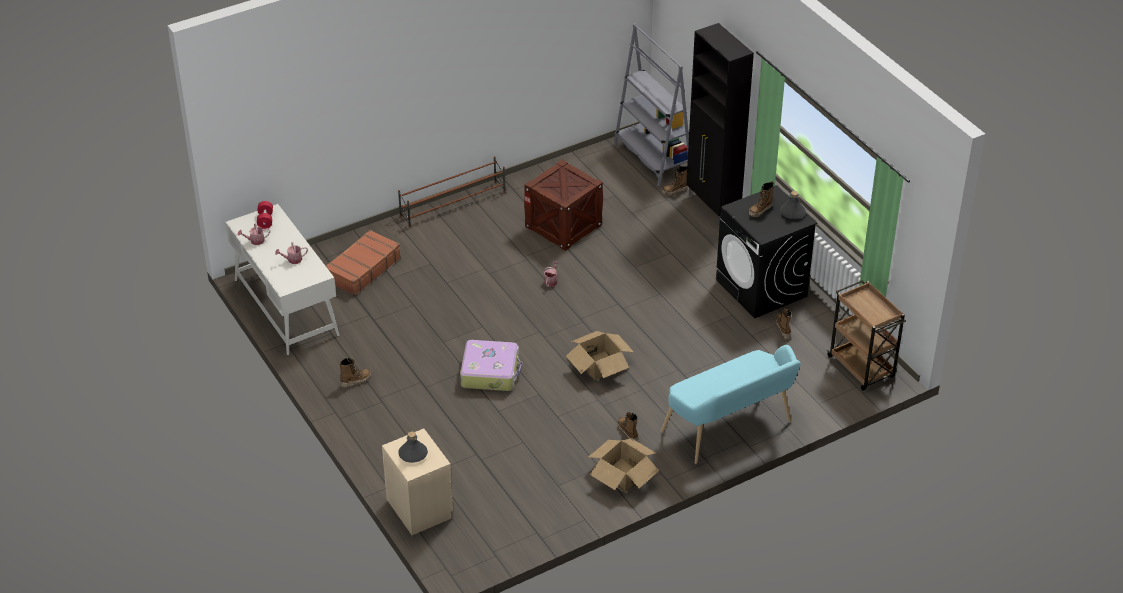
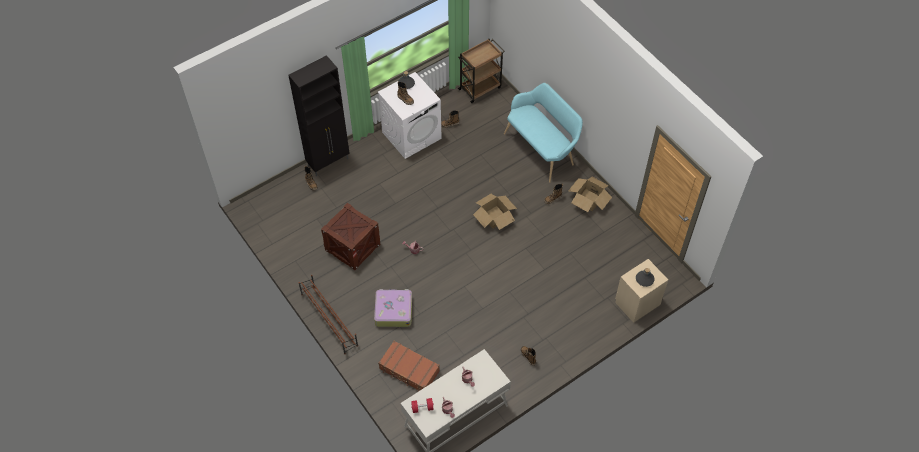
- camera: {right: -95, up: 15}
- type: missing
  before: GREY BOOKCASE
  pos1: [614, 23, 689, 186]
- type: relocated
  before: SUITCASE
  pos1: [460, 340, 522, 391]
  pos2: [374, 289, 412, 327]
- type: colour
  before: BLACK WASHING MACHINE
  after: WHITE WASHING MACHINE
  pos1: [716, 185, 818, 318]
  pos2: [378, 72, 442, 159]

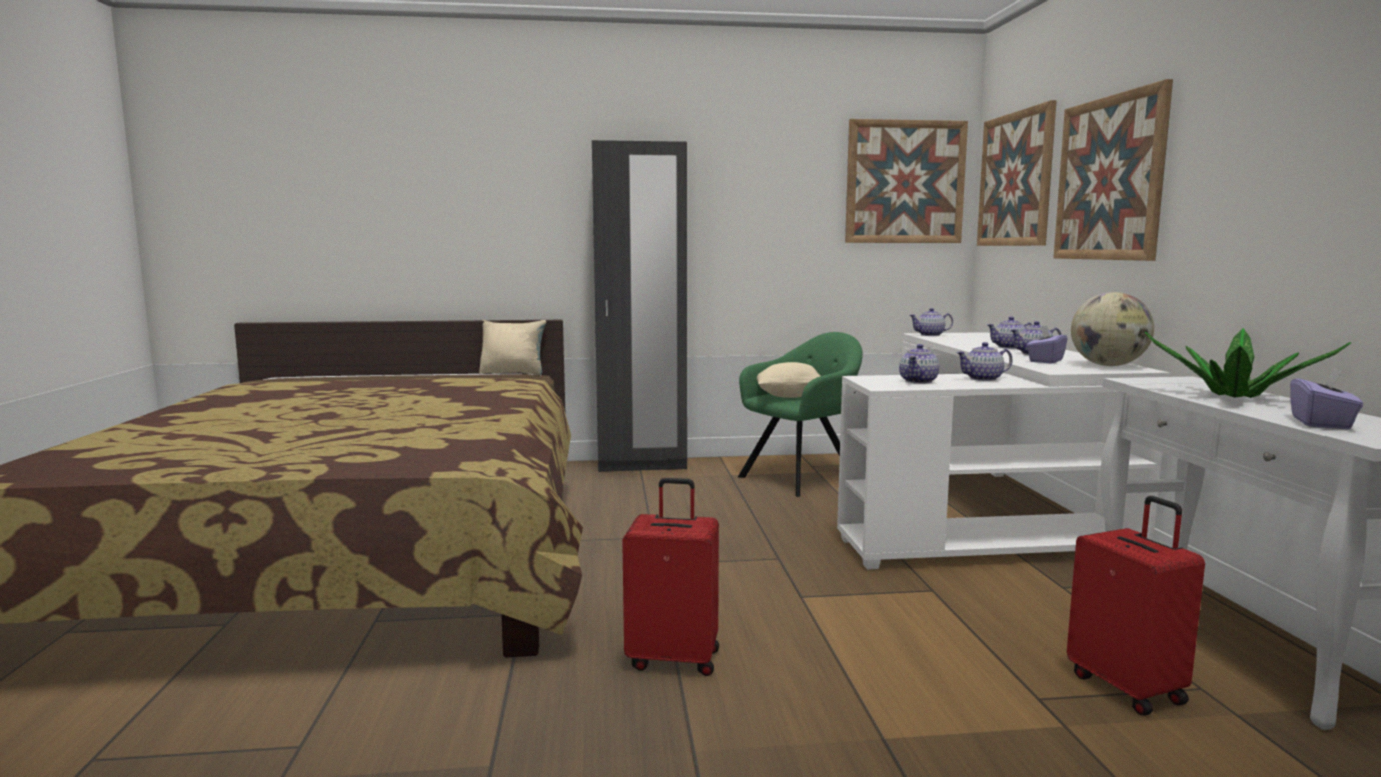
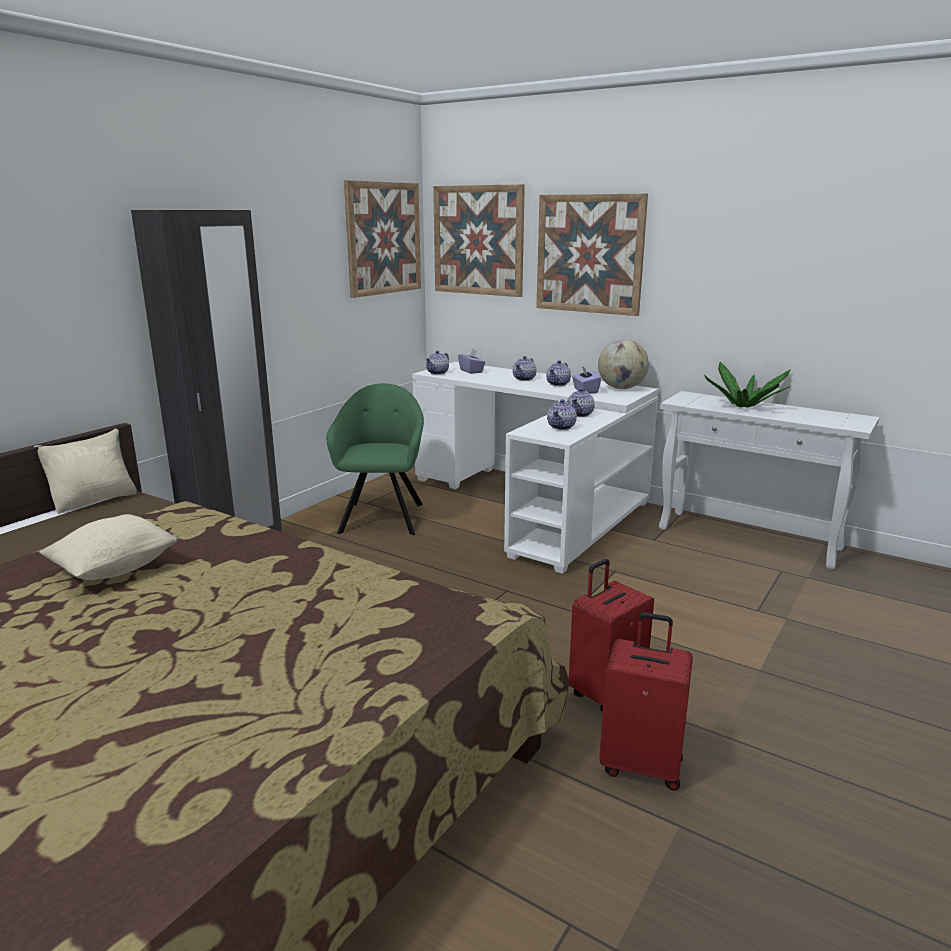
- camera: {right: -50, up: 10}
- type: relocated
  before: BEIGE PILLOW
  pos1: [757, 362, 821, 398]
  pos2: [39, 514, 179, 580]
- type: relocated
  before: RED SUITCASE
  pos1: [1067, 496, 1205, 716]
  pos2: [599, 612, 693, 791]
- type: relocated
  before: PURPLE TISSUE BOX
  pos1: [1290, 368, 1363, 429]
  pos2: [458, 348, 486, 374]
- type: spun
  before: TEAPOT
  pos1: [899, 344, 939, 384]
  pos2: [547, 399, 577, 430]
  turn: 45

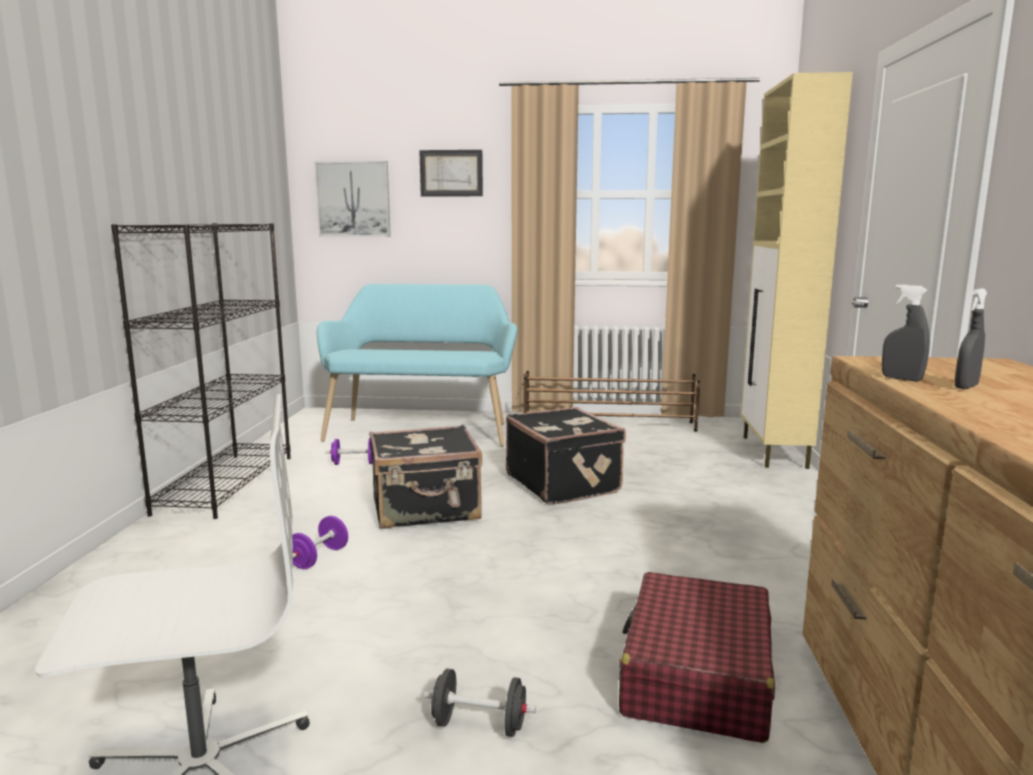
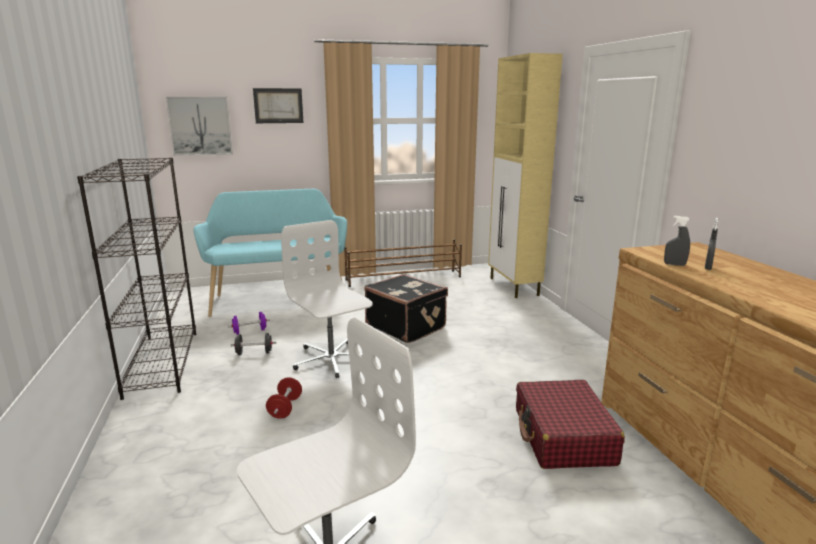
- camera: {right: -20, up: 5}
- type: relocated
  before: BLACK DUMBBELL
  pos1: [424, 669, 536, 737]
  pos2: [231, 333, 276, 355]
- type: exchanged
  before: BLACK SUITCASE
  after: WHITE OFFICE CHAIR
  pos1: [369, 424, 482, 529]
  pos2: [281, 220, 373, 378]
- type: colour
  before: PURPLE DUMBBELL
  after: RED DUMBBELL
  pos1: [293, 516, 348, 569]
  pos2: [266, 377, 302, 419]

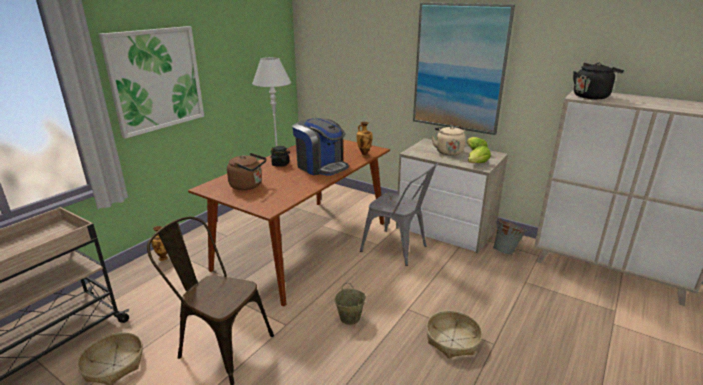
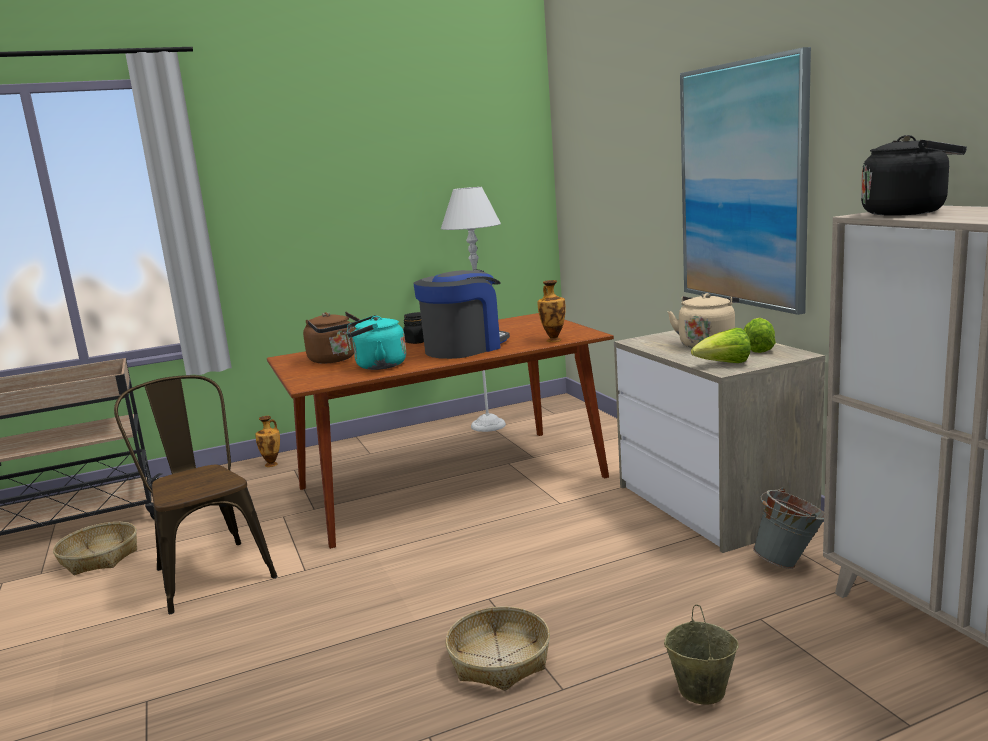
- camera: {right: 35, up: -10}
- type: missing
  before: PICTURE
  pos1: [99, 26, 204, 139]
- type: missing
  before: GREY CHAIR
  pos1: [360, 163, 439, 266]
- type: appeared
  after: TURQUOISE KETTLE
  pos2: [347, 315, 406, 370]
- type: relocated
  before: BEIGE BUCKET
  pos1: [335, 283, 366, 325]
  pos2: [664, 605, 739, 704]
- type: spun
  before: COFFEE MACHINE
  pos1: [292, 118, 349, 176]
  pos2: [413, 270, 510, 359]
  turn: -120

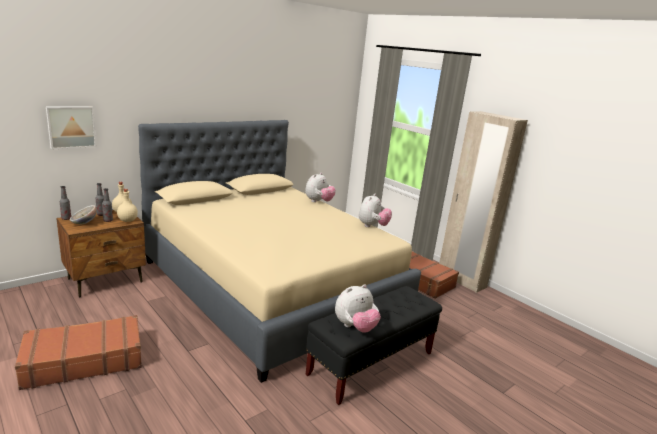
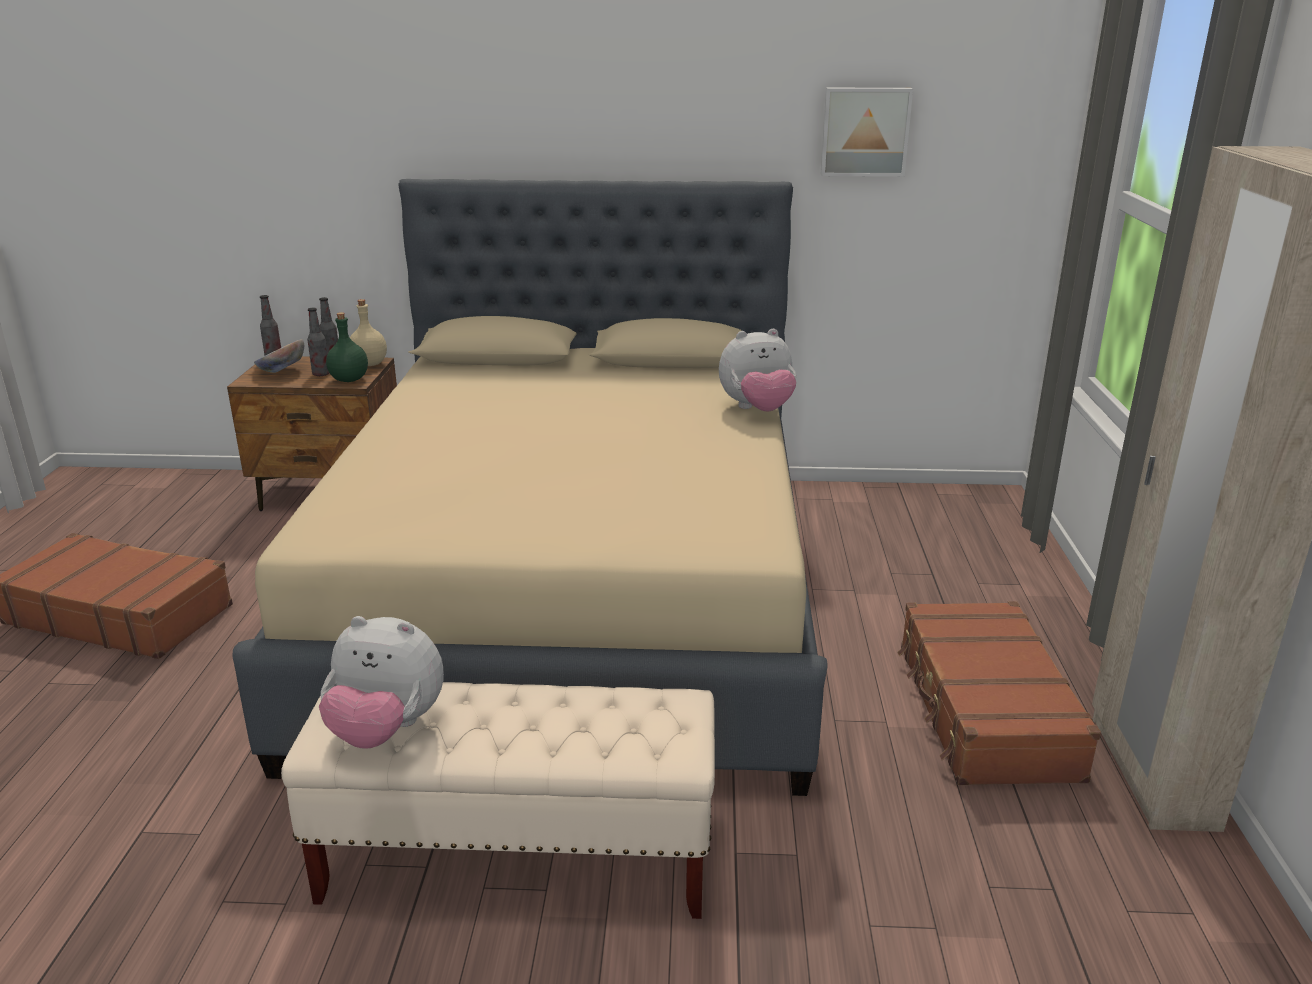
- camera: {right: 45, up: 5}
- type: missing
  before: PLUSH TOY
  pos1: [359, 194, 392, 227]
- type: relocated
  before: PICTURE
  pos1: [46, 106, 97, 149]
  pos2: [820, 88, 913, 177]
- type: colour
  before: BEIGE BOTTLE
  after: GREEN BOTTLE
  pos1: [117, 189, 138, 222]
  pos2: [326, 312, 368, 382]
- type: colour
  before: BLACK BENCH
  after: BEIGE BENCH
  pos1: [305, 286, 442, 405]
  pos2: [281, 682, 715, 919]

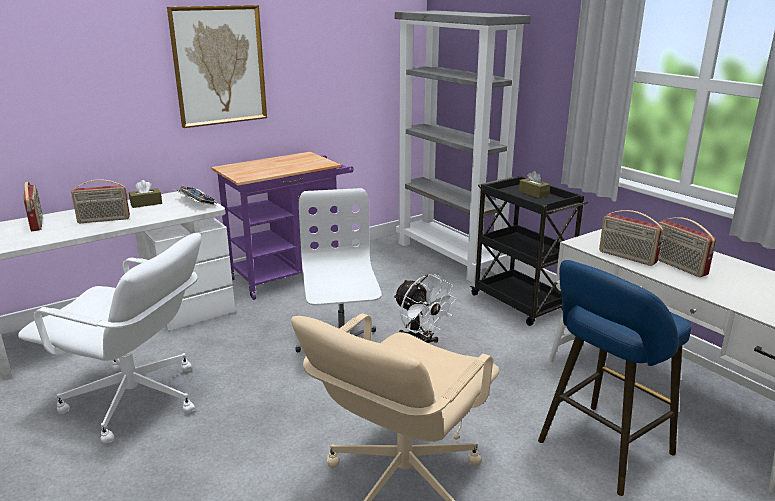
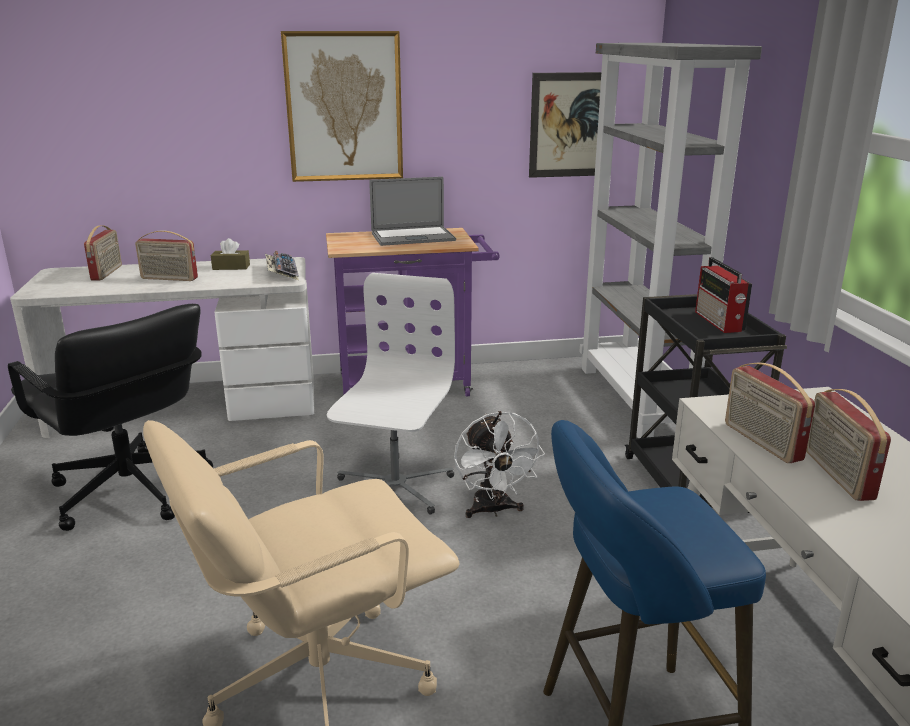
- camera: {right: 25, up: 0}
- type: appeared
  after: LAPTOP
  pos2: [369, 177, 456, 246]
- type: appeared
  after: PICTURE
  pos2: [529, 72, 601, 178]
- type: exchanged
  before: BROWN TISSUE BOX
  after: RADIO
  pos1: [519, 171, 550, 198]
  pos2: [695, 257, 752, 333]
- type: colour
  before: WHITE OFFICE CHAIR
  after: BLACK OFFICE CHAIR
  pos1: [18, 233, 201, 443]
  pos2: [8, 304, 213, 531]

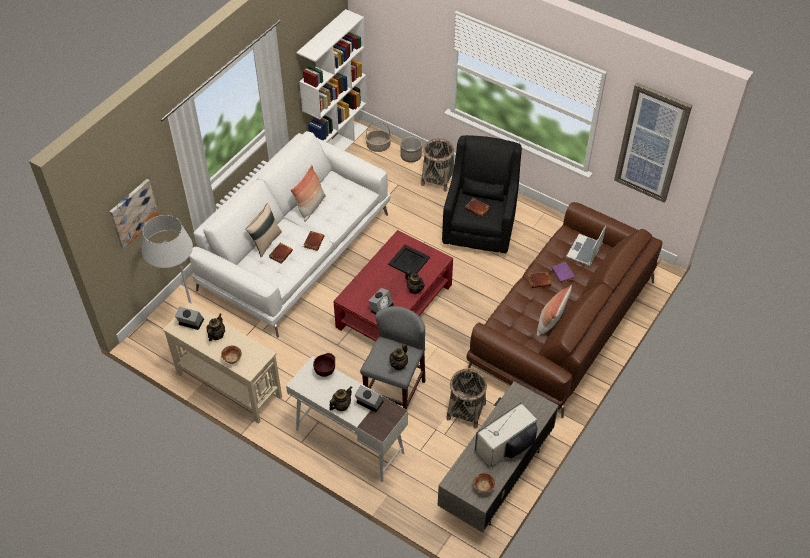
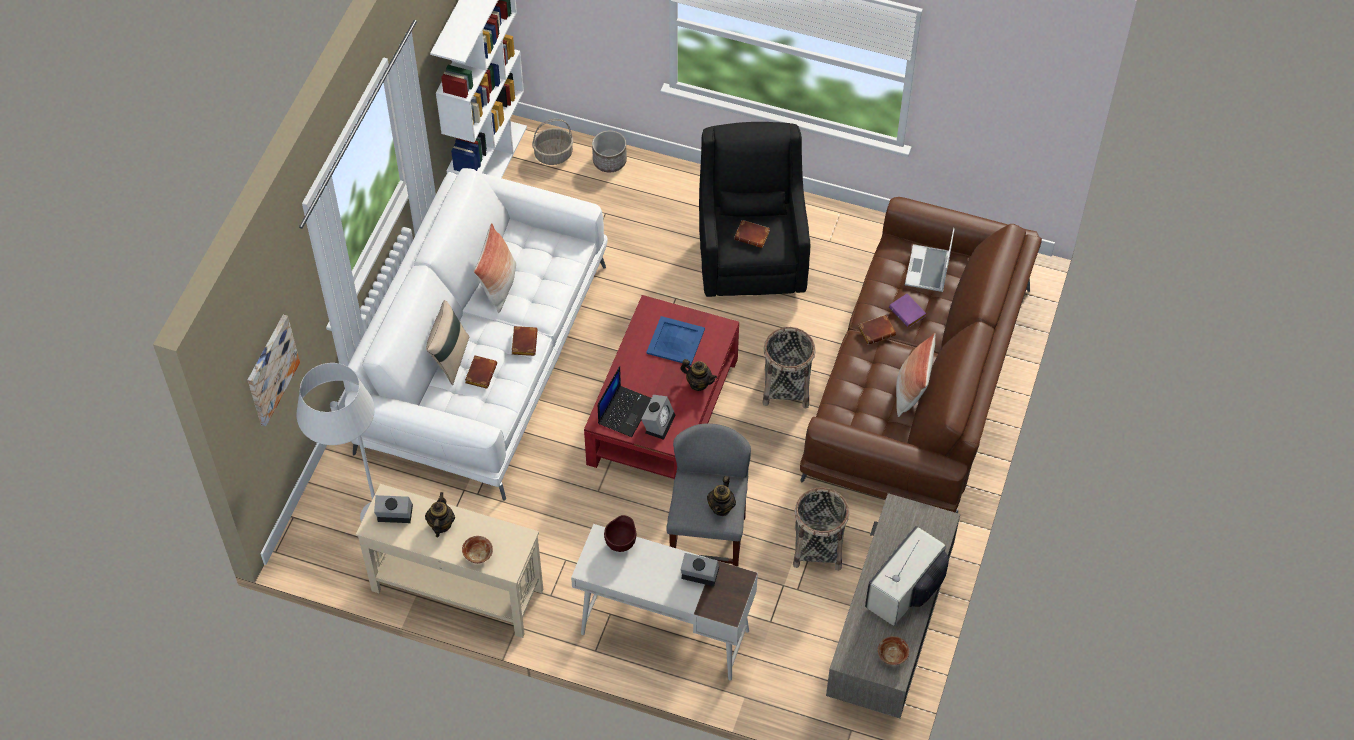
- camera: {right: -15, up: 5}
- type: missing
  before: TEAPOT
  pos1: [329, 386, 353, 411]
- type: missing
  before: PICTURE
  pos1: [614, 83, 692, 203]
- type: appeared
  after: LAPTOP
  pos2: [598, 366, 651, 437]
- type: relocated
  before: BASKET
  pos1: [421, 138, 454, 192]
  pos2: [763, 327, 816, 409]
- type: colour
  before: BLACK TRAY
  after: BLUE TRAY
  pos1: [388, 245, 430, 276]
  pos2: [646, 316, 705, 365]

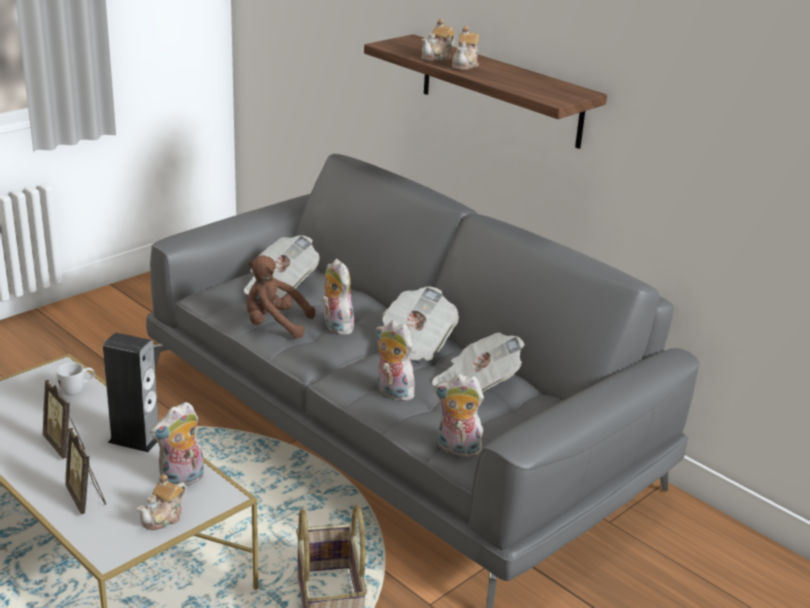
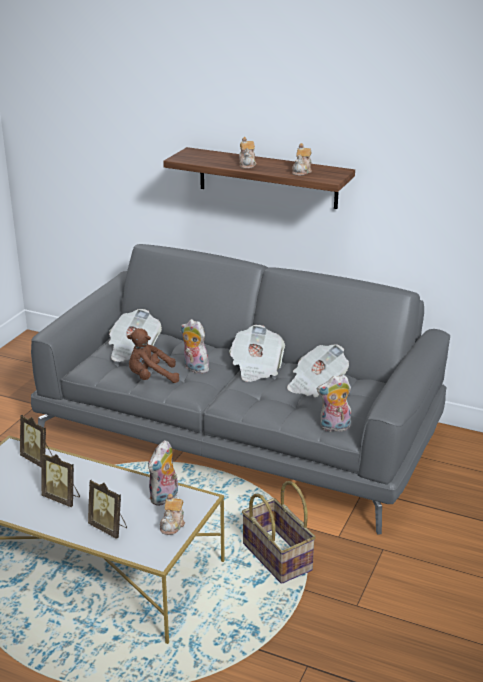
- camera: {right: -20, up: 0}
- type: missing
  before: SPEAKER
  pos1: [103, 333, 159, 452]
- type: missing
  before: PLUSH TOY
  pos1: [376, 320, 417, 402]
- type: relocated
  before: TEAPOT
  pos1: [421, 19, 455, 61]
  pos2: [292, 143, 312, 176]
- type: exchanged
  before: WHITE MUG
  after: PICTURE FRAME
  pos1: [56, 363, 95, 396]
  pos2: [20, 415, 53, 468]

